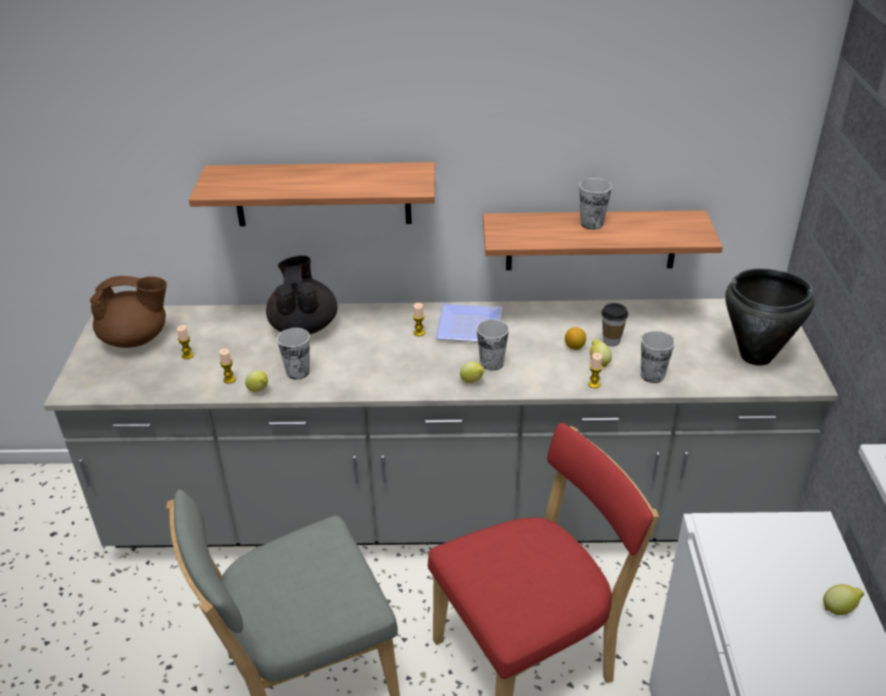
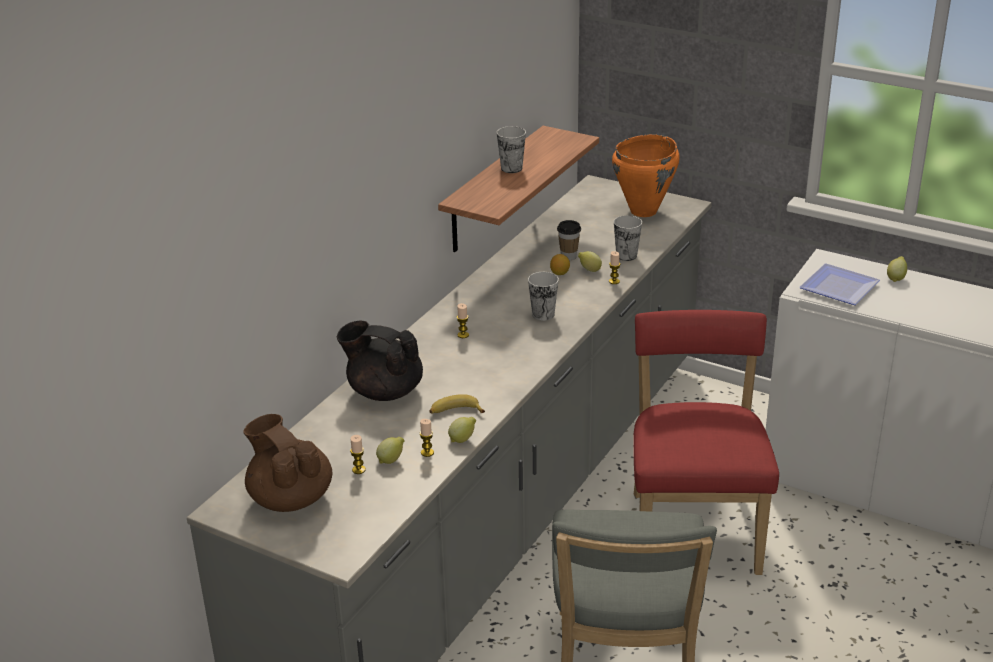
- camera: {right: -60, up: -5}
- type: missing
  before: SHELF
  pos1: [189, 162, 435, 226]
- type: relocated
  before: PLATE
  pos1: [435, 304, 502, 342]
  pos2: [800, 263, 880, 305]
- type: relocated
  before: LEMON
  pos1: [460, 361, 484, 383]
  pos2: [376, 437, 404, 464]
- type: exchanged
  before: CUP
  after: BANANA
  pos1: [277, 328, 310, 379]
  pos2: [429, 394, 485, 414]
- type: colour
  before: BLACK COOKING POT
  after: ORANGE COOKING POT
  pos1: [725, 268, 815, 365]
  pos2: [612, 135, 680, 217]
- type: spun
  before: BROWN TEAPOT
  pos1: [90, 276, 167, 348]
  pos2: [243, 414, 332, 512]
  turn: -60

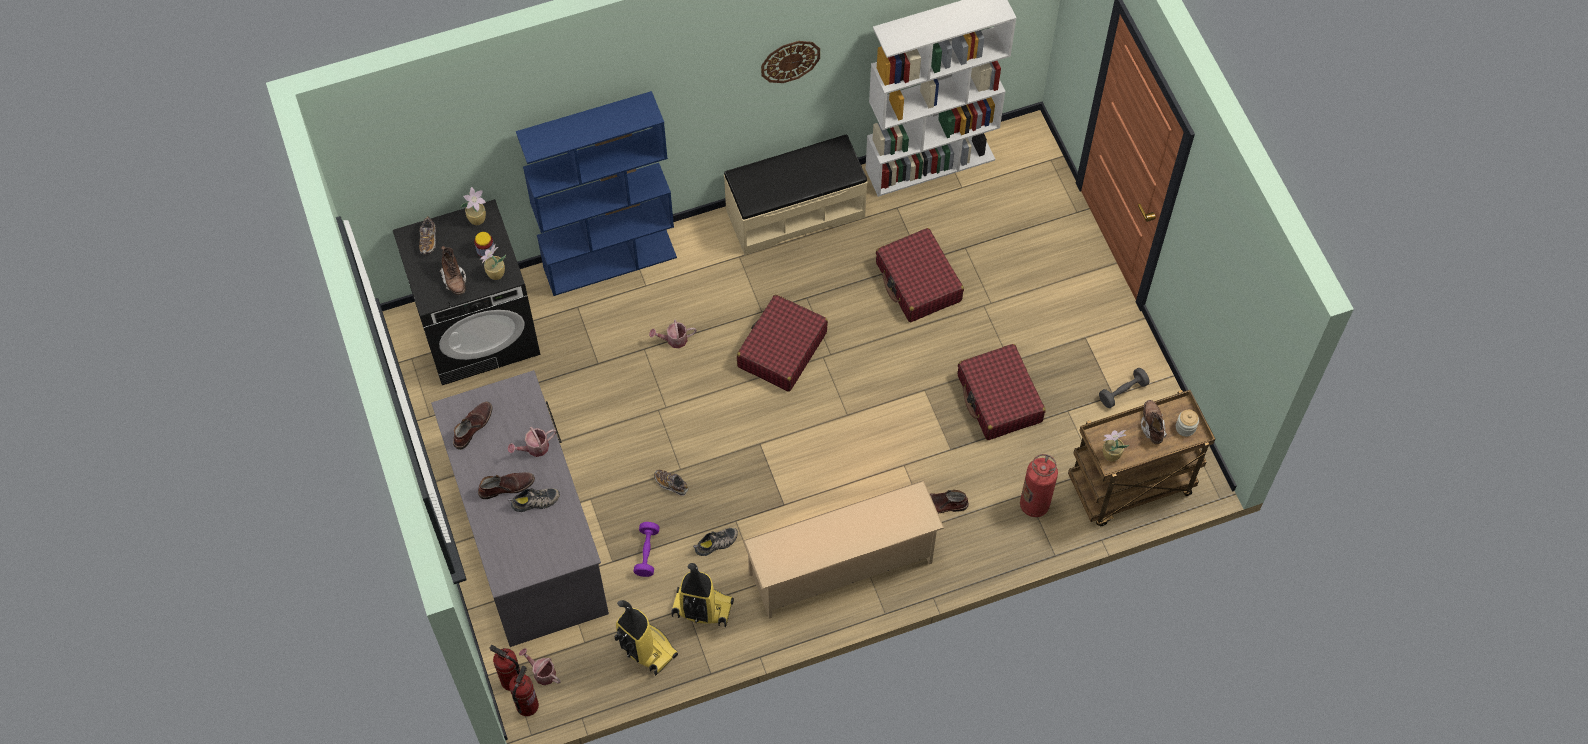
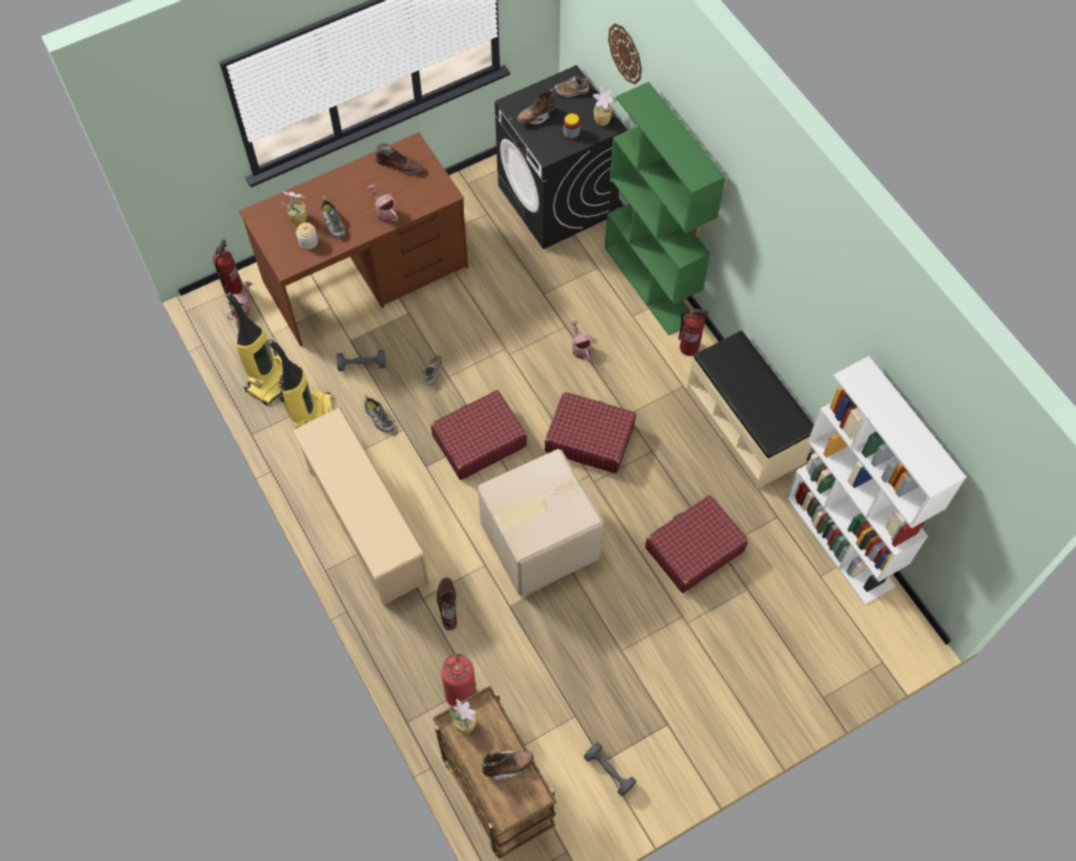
- camera: {right: 80, up: 0}
- type: missing
  before: BROWN BOOT
  pos1: [478, 472, 535, 499]
- type: appeared
  after: CARDBOARD BOX
  pos2: [478, 449, 603, 596]
- type: relocated
  before: POTTED PLANT
  pos1: [480, 244, 506, 280]
  pos2: [282, 191, 307, 225]
- type: relocated
  before: FIRE EXTINGUISHER
  pos1: [509, 666, 539, 716]
  pos2: [678, 308, 709, 356]
- type: relocated
  before: WALL CLOCK
  pos1: [761, 41, 820, 83]
  pos2: [608, 23, 642, 85]
- type: relocated
  before: RED SUITCASE
  pos1: [958, 344, 1046, 440]
  pos2: [431, 390, 527, 480]
- type: relocated
  before: JAR
  pos1: [1176, 410, 1199, 437]
  pos2: [296, 223, 318, 249]
- type: colour
  before: GREY DESK
  after: BROWN DESK
  pos1: [431, 370, 609, 647]
  pos2: [239, 132, 468, 347]
- type: colour
  before: BLUE BOOKCASE
  after: GREEN BOOKCASE
  pos1: [516, 91, 677, 296]
  pos2: [605, 82, 725, 335]
- type: colour
  before: PURPLE DUMBBELL
  after: GREY DUMBBELL
  pos1: [633, 522, 660, 577]
  pos2: [337, 350, 385, 371]

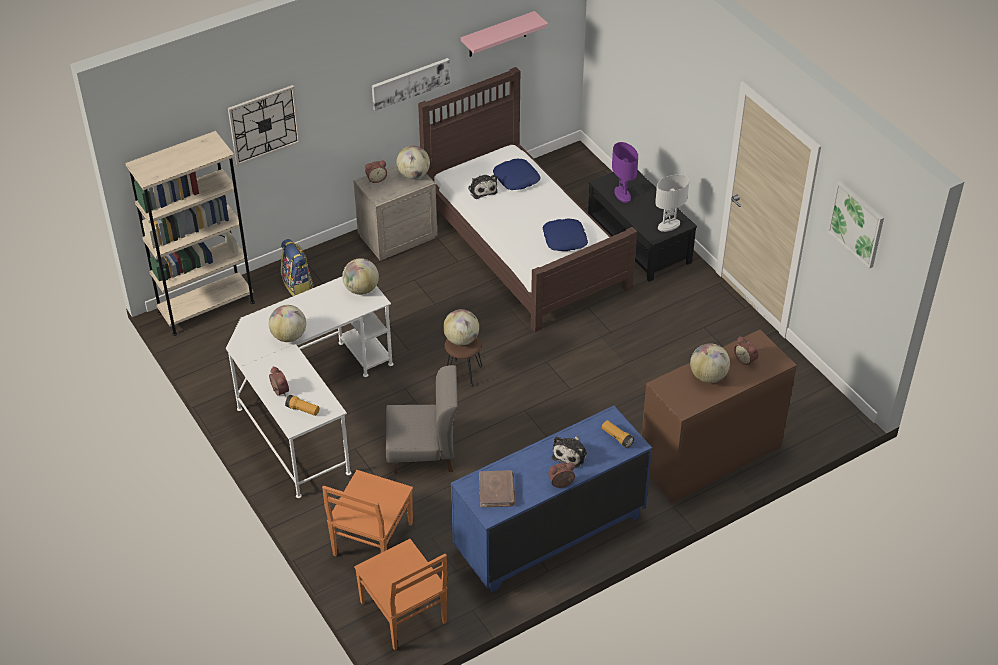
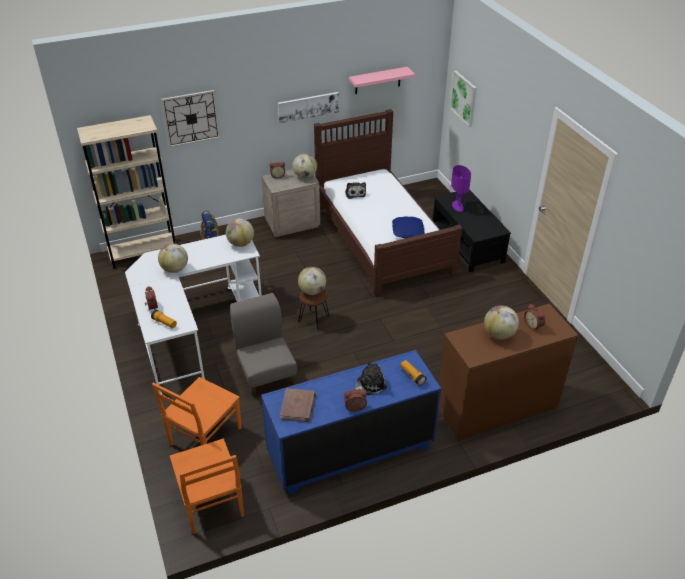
- camera: {right: 10, up: -5}
- type: missing
  before: BLUE PILLOW
  pos1: [493, 159, 541, 190]
- type: missing
  before: WHITE TABLE LAMP
  pos1: [655, 175, 689, 232]
- type: relocated
  before: PICTURE
  pos1: [827, 181, 884, 269]
  pos2: [450, 71, 476, 127]
- type: spun
  before: GREY CHAIR
  pos1: [386, 365, 458, 474]
  pos2: [230, 293, 297, 397]
  turn: -120
- type: spun
  before: PLUSH TOY
  pos1: [552, 436, 587, 468]
  pos2: [355, 360, 387, 395]
  turn: -150

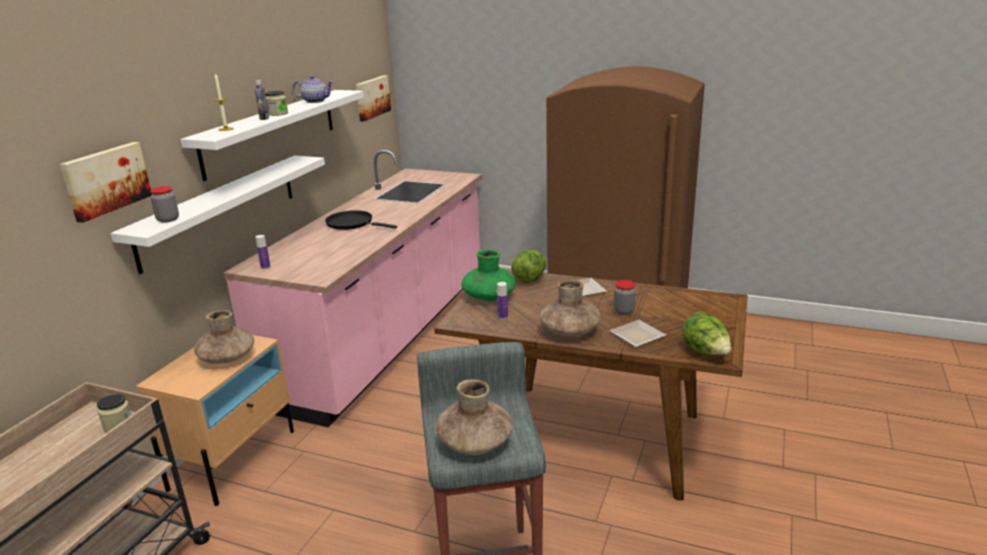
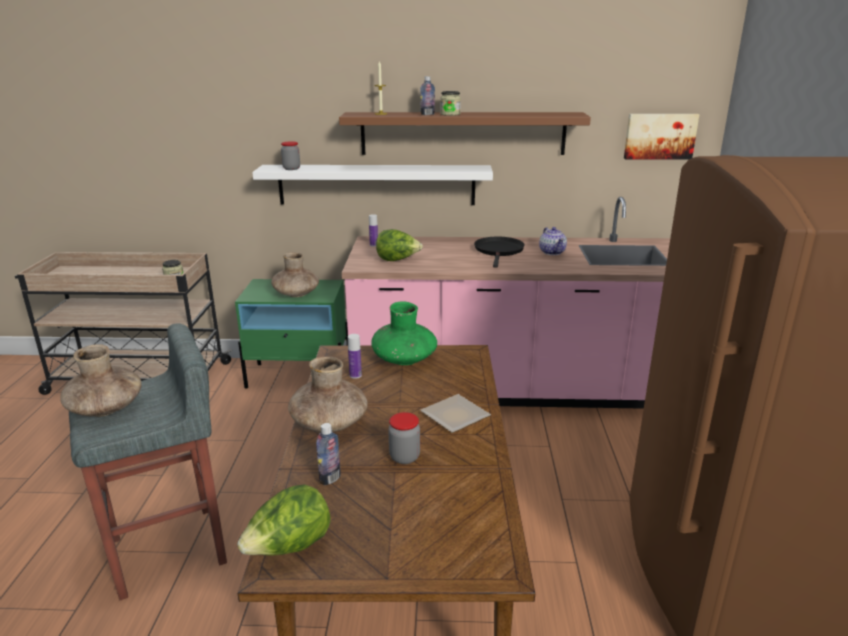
- camera: {right: 70, up: 0}
- type: missing
  before: PICTURE
  pos1: [60, 142, 152, 223]
- type: relocated
  before: TEAPOT
  pos1: [293, 76, 333, 103]
  pos2: [539, 227, 567, 255]
- type: relocated
  before: LETTUCE
  pos1: [511, 250, 546, 283]
  pos2: [376, 229, 423, 261]
- type: exchanged
  before: PLATE
  after: BOTTLE
  pos1: [609, 320, 667, 347]
  pos2: [316, 423, 341, 485]
- type: colour
  before: BEIGE NIGHTSTAND
  after: GREEN NIGHTSTAND
  pos1: [136, 335, 294, 506]
  pos2: [235, 279, 348, 389]
- type: colour
  before: WHITE SHELF
  after: BROWN SHELF
  pos1: [180, 90, 364, 181]
  pos2: [339, 112, 591, 155]

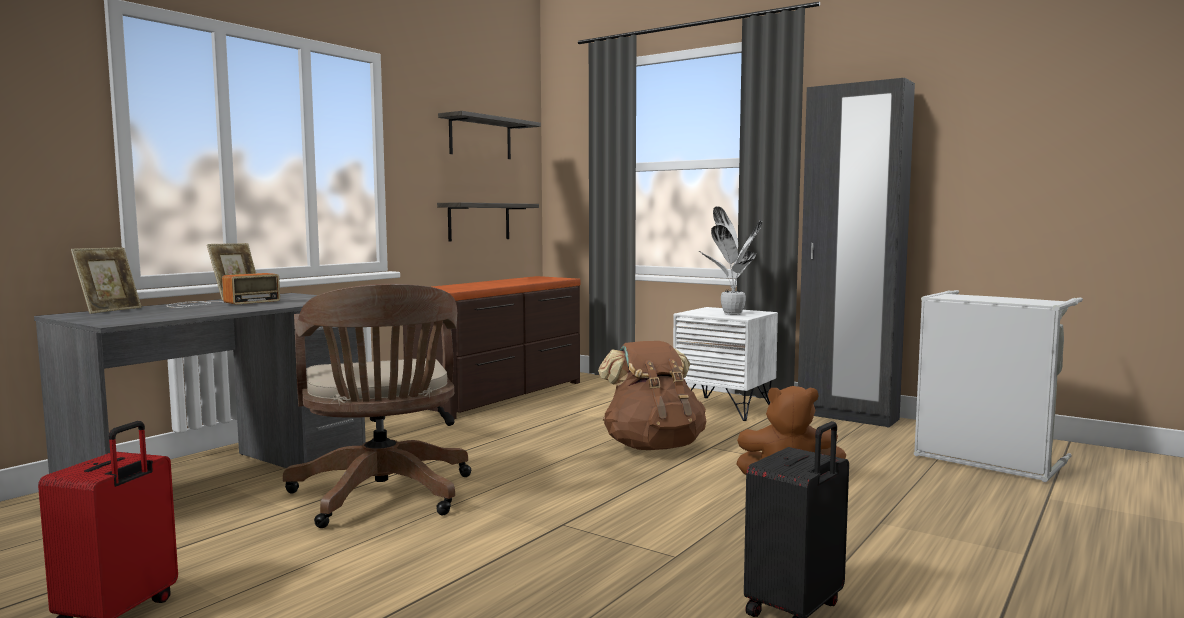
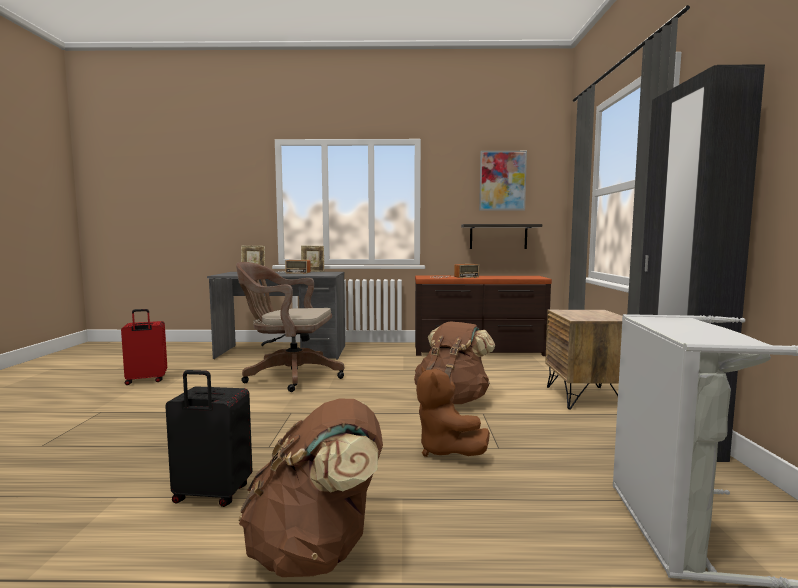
- camera: {right: 55, up: 0}
- type: missing
  before: POTTED PLANT
  pos1: [699, 206, 762, 315]
- type: appeared
  after: BROWN BACKPACK
  pos2: [238, 398, 383, 577]
- type: appeared
  after: RADIO
  pos2: [430, 264, 479, 278]
- type: exchanged
  before: SHELF
  after: PICTURE
  pos1: [438, 111, 541, 159]
  pos2: [479, 151, 527, 211]
- type: colour
  before: WHITE NIGHTSTAND
  after: BROWN NIGHTSTAND
  pos1: [673, 307, 778, 421]
  pos2: [545, 310, 622, 410]
- type: spun
  before: BROWN OFFICE CHAIR
  pos1: [283, 284, 471, 528]
  pos2: [236, 262, 344, 392]
  turn: 60

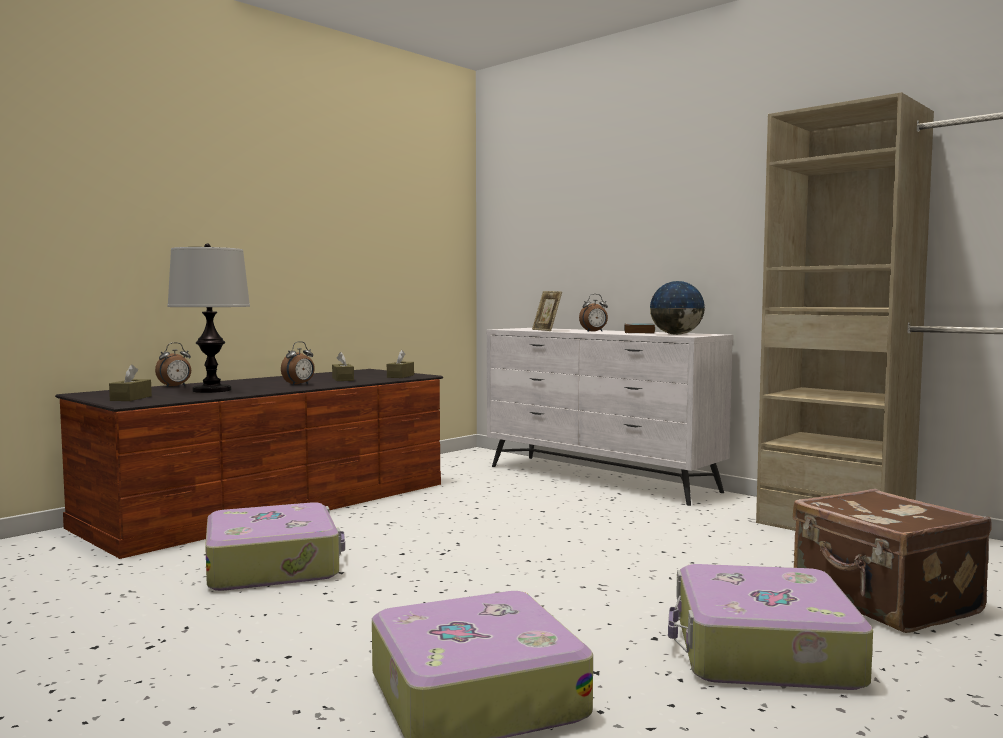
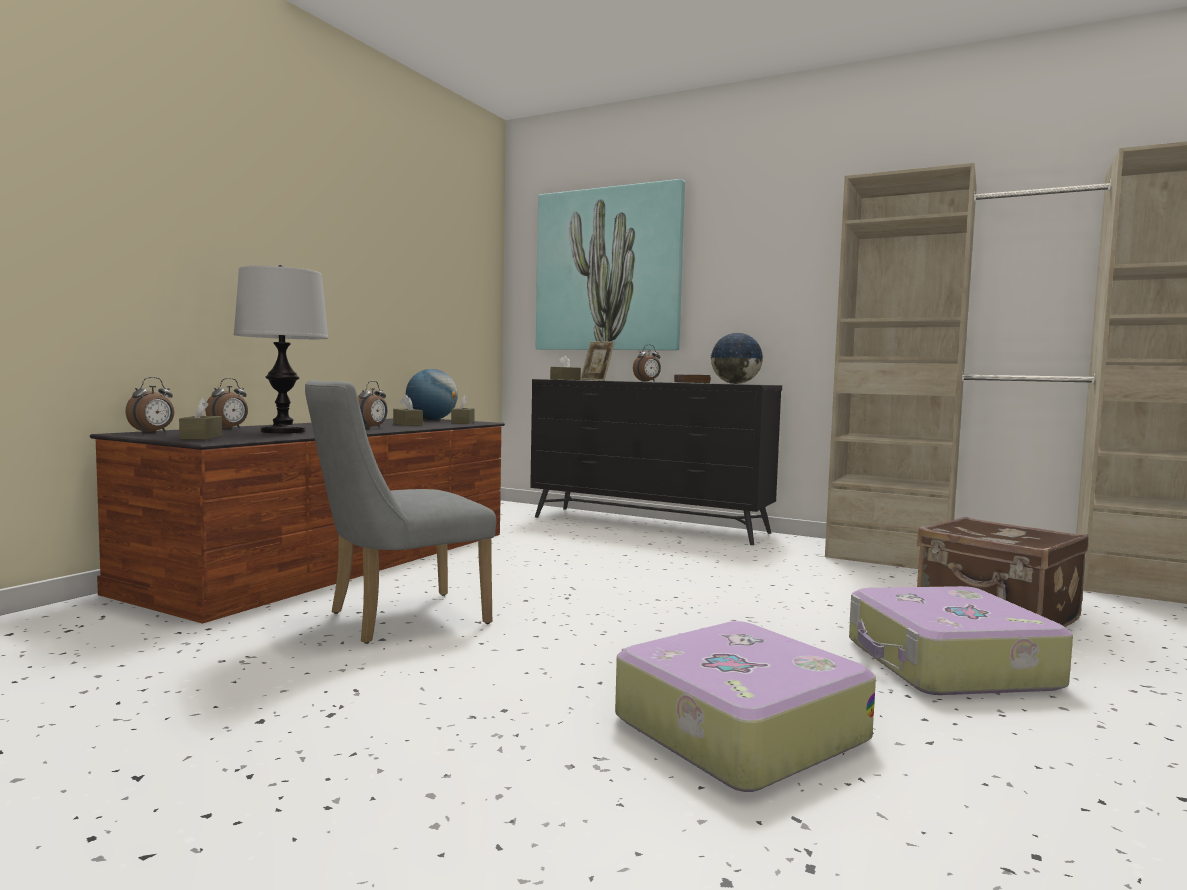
- camera: {right: -15, up: 0}
- type: appeared
  after: ALARM CLOCK
  pos2: [125, 377, 174, 433]
- type: appeared
  after: GLOBE
  pos2: [406, 369, 458, 420]
- type: appeared
  after: PICTURE
  pos2: [536, 179, 685, 350]
- type: appeared
  after: BROWN TISSUE BOX
  pos2: [550, 355, 581, 380]
- type: exchanged
  before: SUITCASE
  after: GREY CHAIR
  pos1: [205, 502, 345, 591]
  pos2: [305, 380, 496, 644]
- type: colour
  before: WHITE DRESSER
  after: BLACK DRESSER
  pos1: [487, 328, 733, 506]
  pos2: [530, 379, 782, 545]

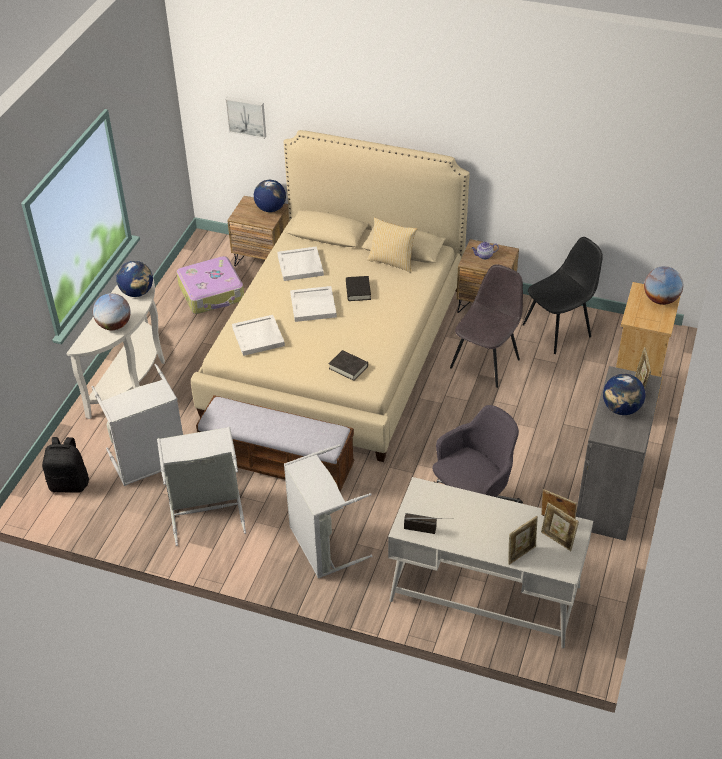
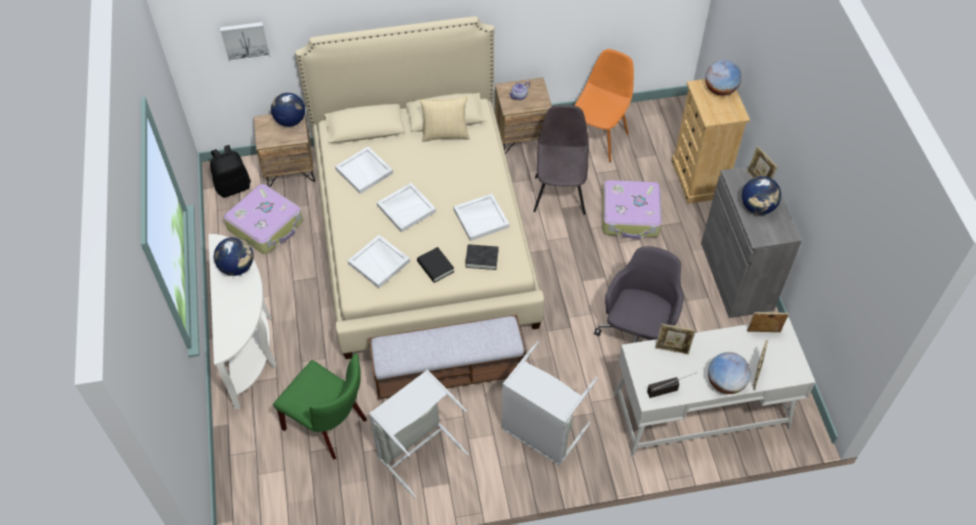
- camera: {right: -30, up: 10}
- type: appeared
  after: WHITE TRAY
  pos2: [454, 194, 509, 241]
- type: appeared
  after: SUITCASE
  pos2: [602, 180, 662, 239]
- type: relocated
  before: BLACK BACKPACK
  pos1: [42, 437, 89, 493]
  pos2: [210, 145, 251, 198]
- type: relocated
  before: GLOBE
  pos1: [93, 293, 131, 330]
  pos2: [708, 352, 751, 394]
- type: relocated
  before: BLACK BOOK
  pos1: [346, 276, 371, 301]
  pos2: [417, 247, 454, 283]
- type: relocated
  before: PICTURE FRAME
  pos1: [541, 502, 579, 551]
  pos2: [655, 324, 696, 355]
- type: exchanged
  before: GREY LAUNDRY BASKET
  after: GREEN CHAIR
  pos1: [91, 364, 183, 486]
  pos2: [273, 353, 367, 460]
- type: colour
  before: BLACK CHAIR
  after: ORANGE CHAIR
  pos1: [522, 237, 603, 354]
  pos2: [574, 49, 634, 162]

